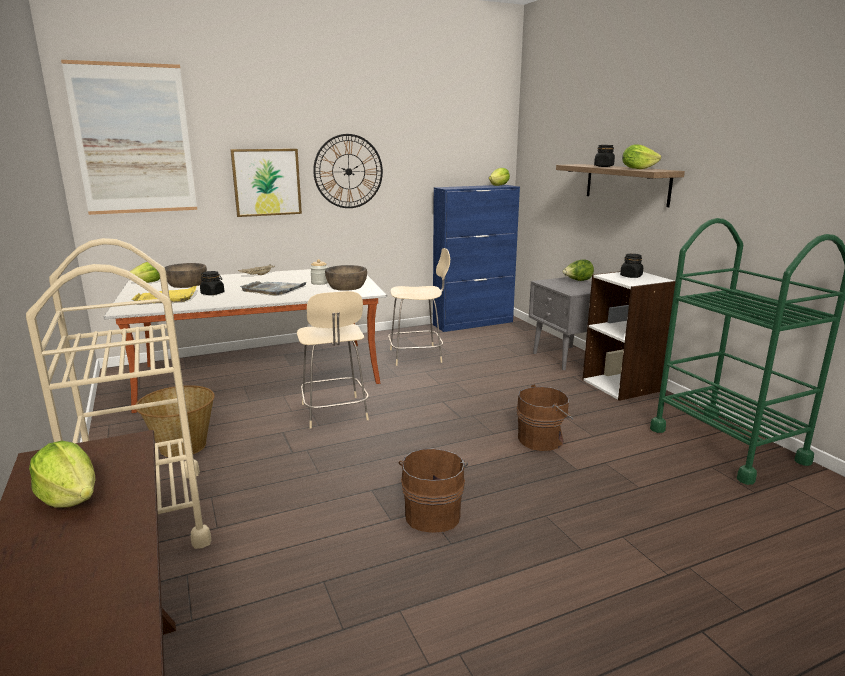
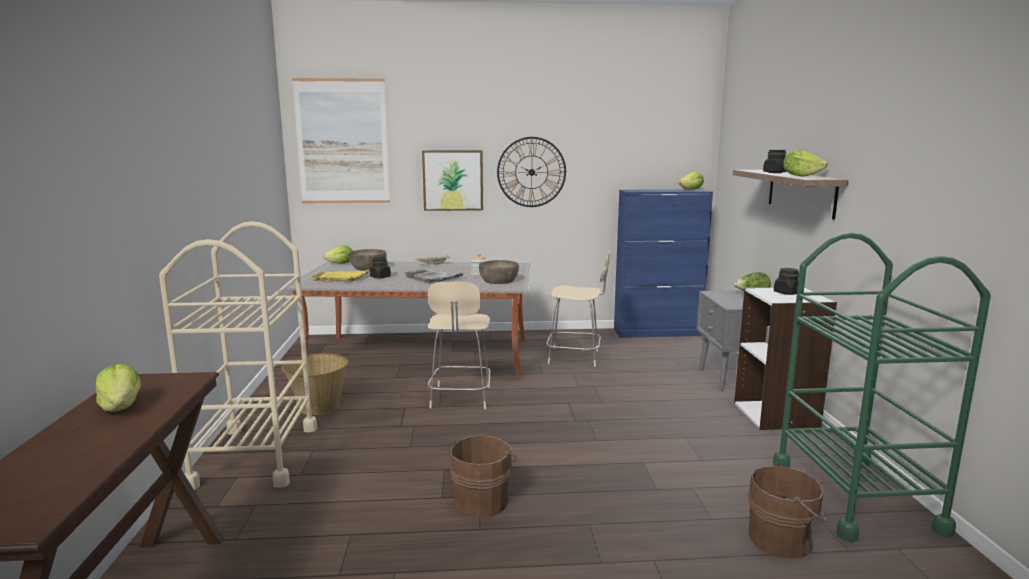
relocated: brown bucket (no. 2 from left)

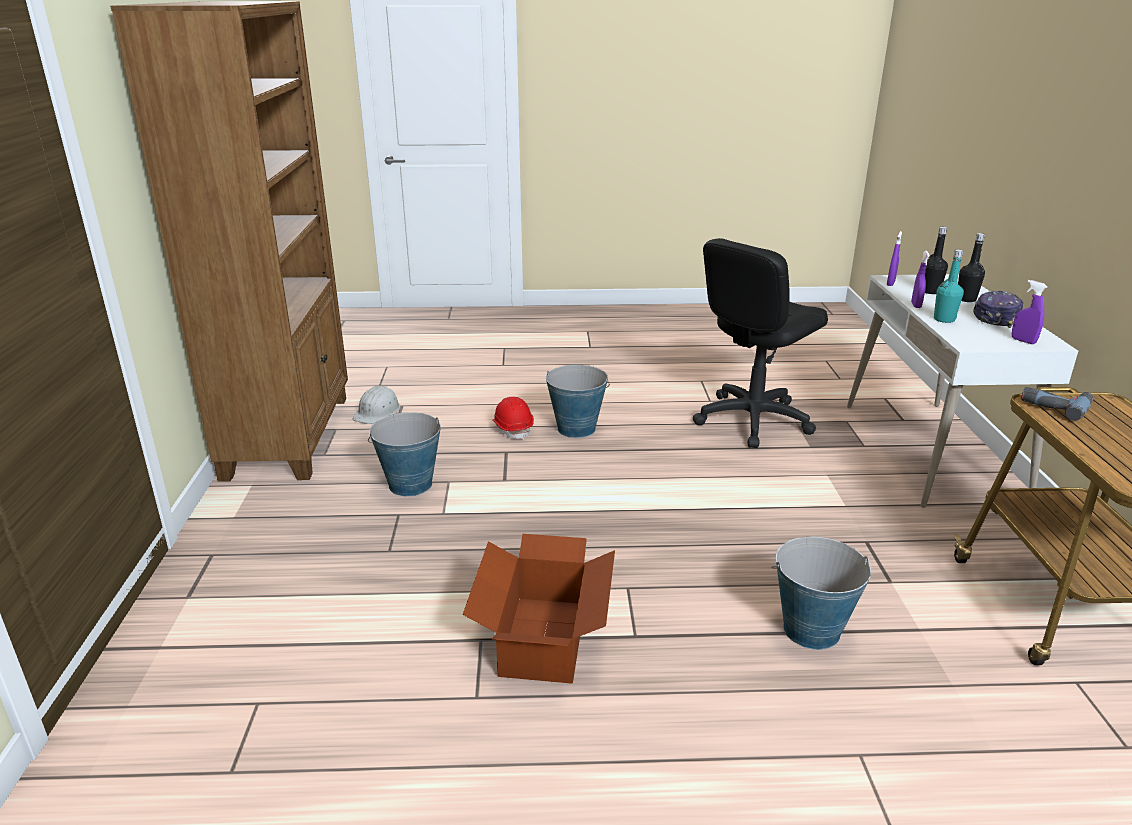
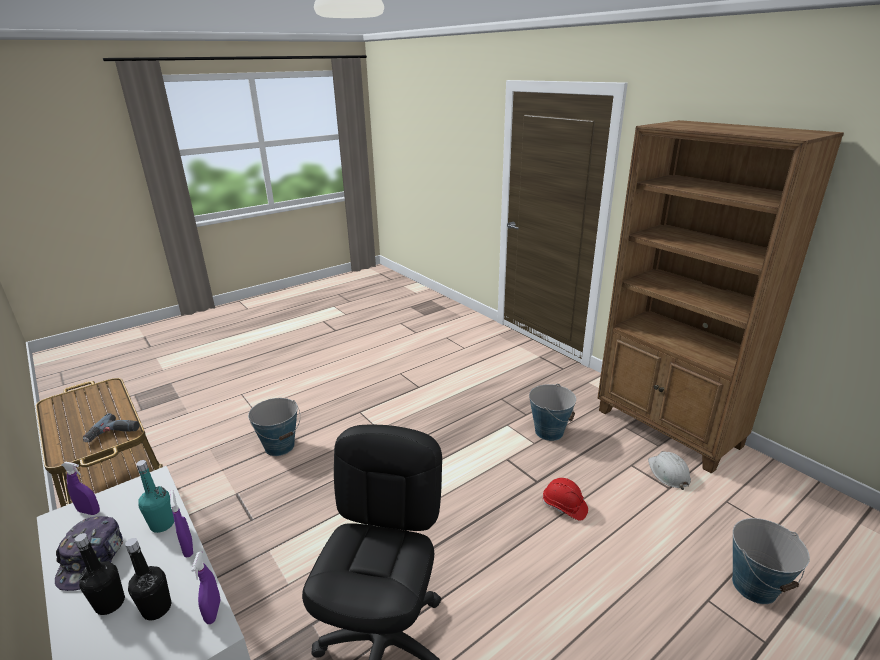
missing: cardboard box
relocated: bucket (no. 2 from left in the first image) to bucket (no. 3 from left)

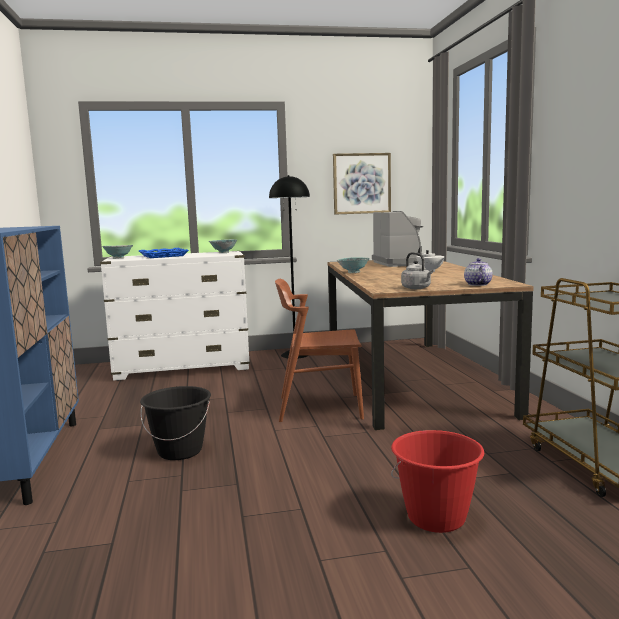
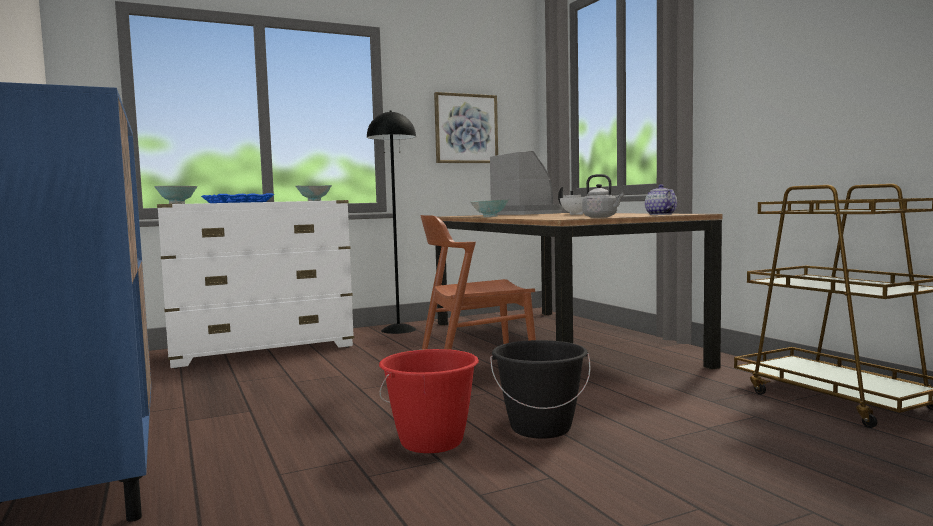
relocated: black bucket; red bucket

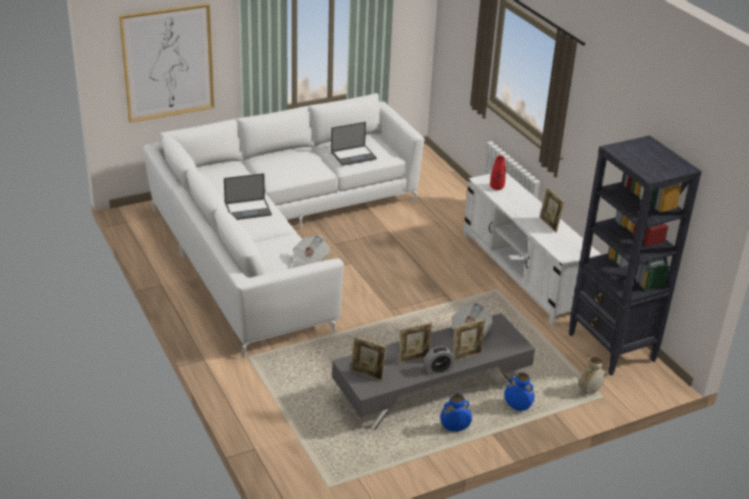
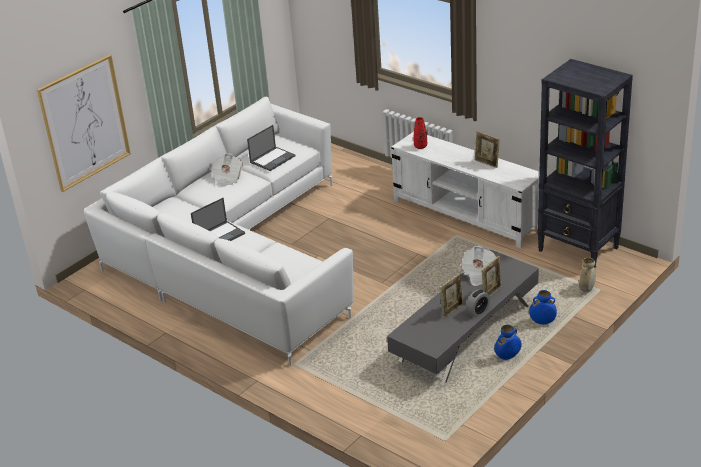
missing: standing frame (no. 1 from left)
relocated: daily paper (no. 1 from left)

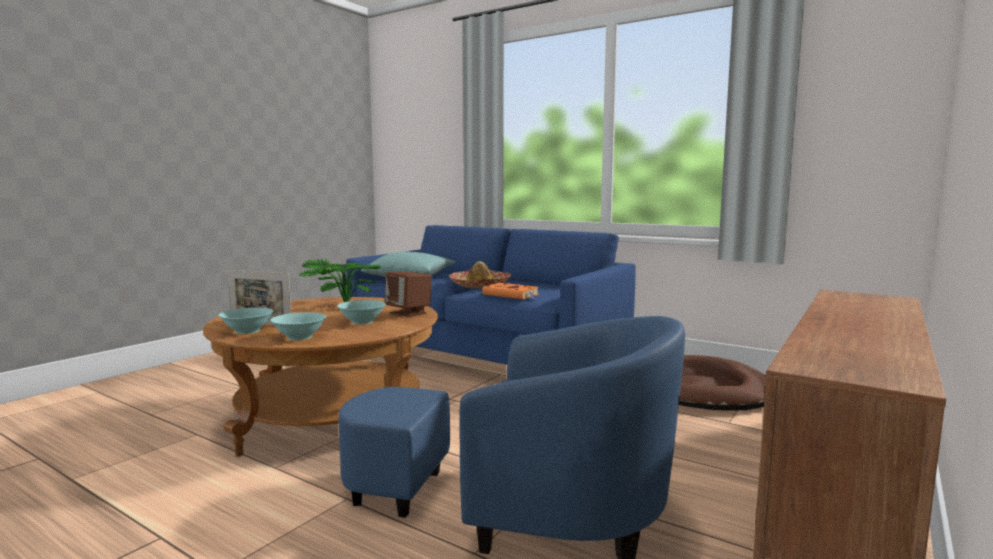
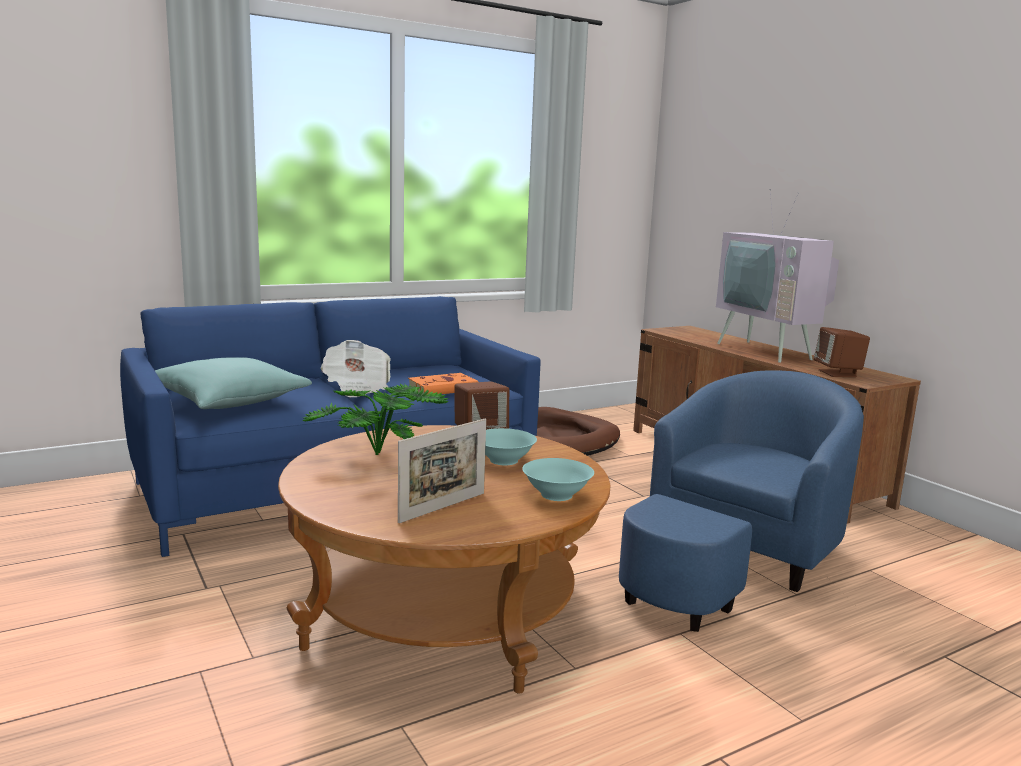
missing: turquoise deep dish (no. 1 from left)
appeared: TV set; brown speaker (no. 2 from left)
exchanged: clothing hat to daily paper

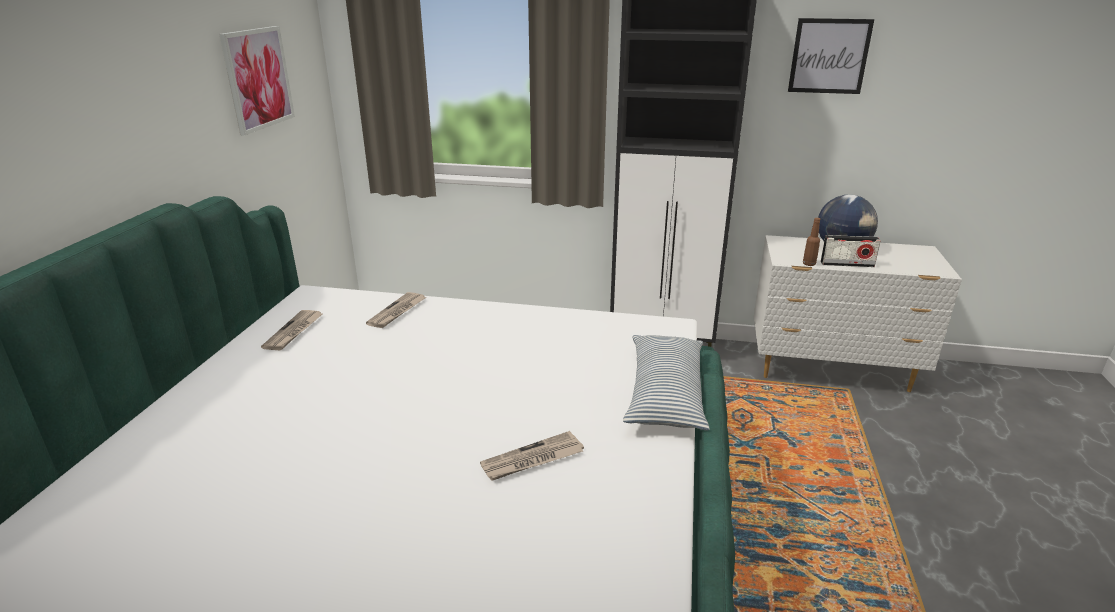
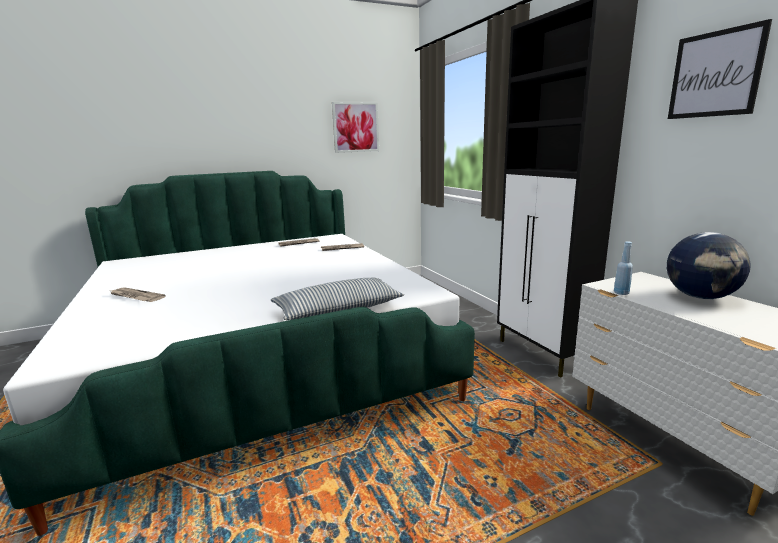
missing: radio receiver
relocated: daily paper (no. 3 from left in the first image) to daily paper (no. 1 from left)
colour: brown beverage bottle to blue beverage bottle

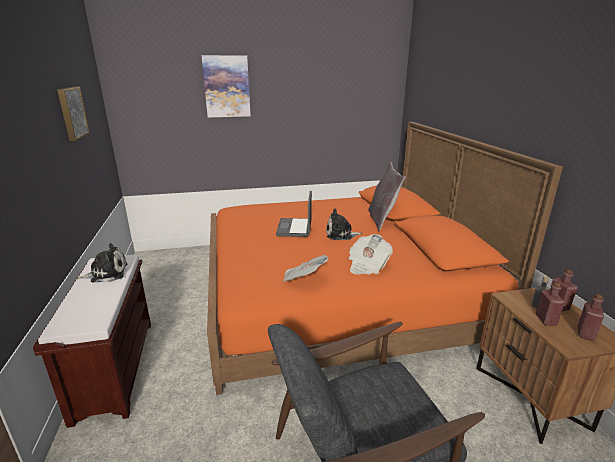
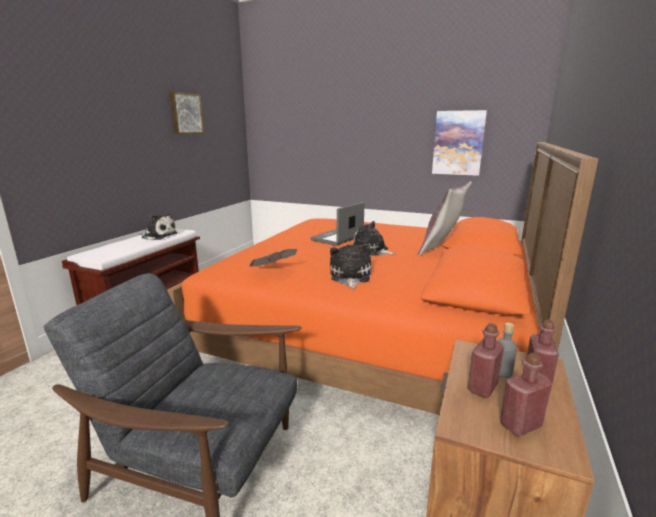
relocated: wall art (no. 2 from left)
exchanged: daily paper (no. 2 from left) to plush toy (no. 2 from left)

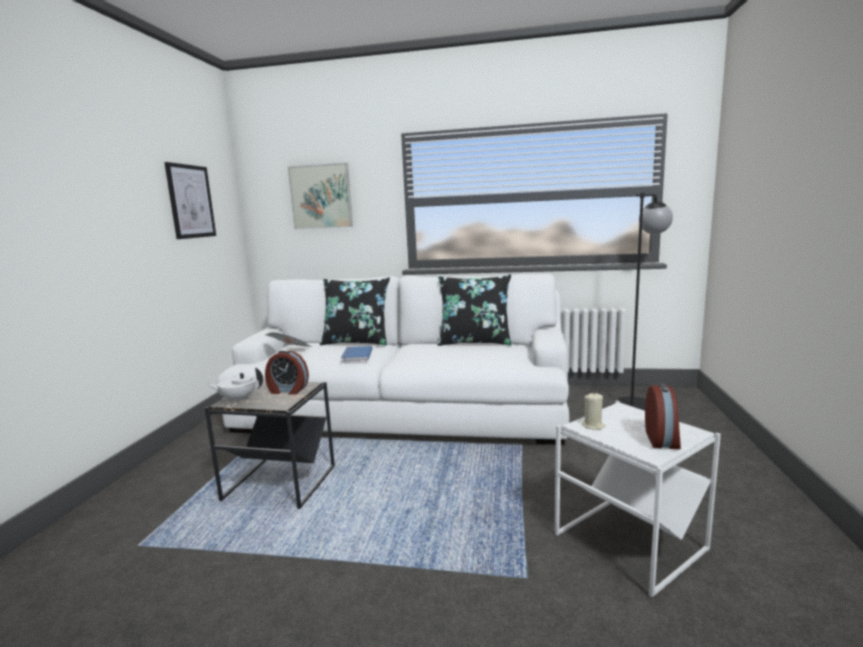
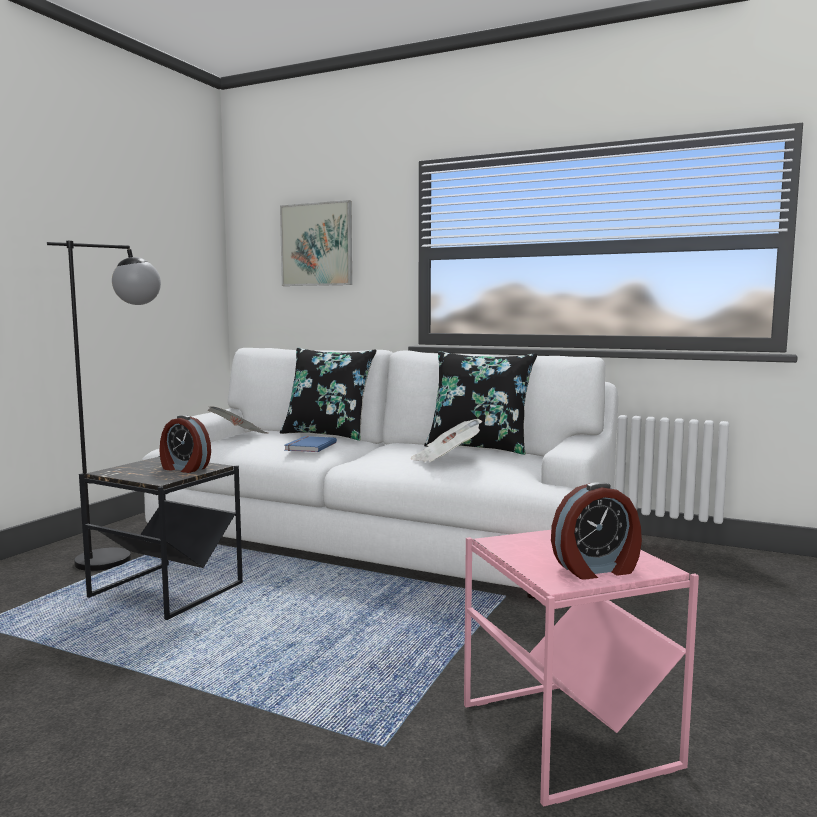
missing: wall art (no. 1 from left); white-coloured pot for tea; beige-coloured wax candle
appeared: daily paper (no. 2 from left)
relocated: black floor lamp
colour: white-coloured accent table to pink-coloured accent table
spun: table clock (no. 2 from left) 45 degrees clockwise

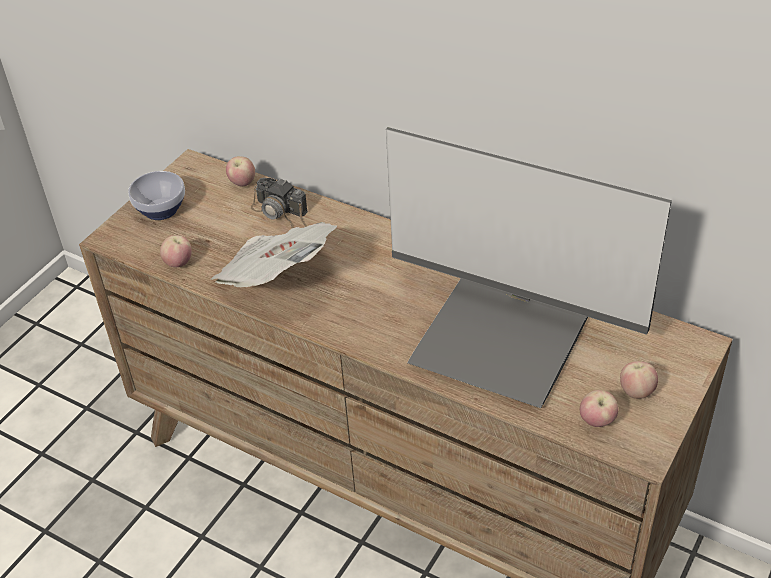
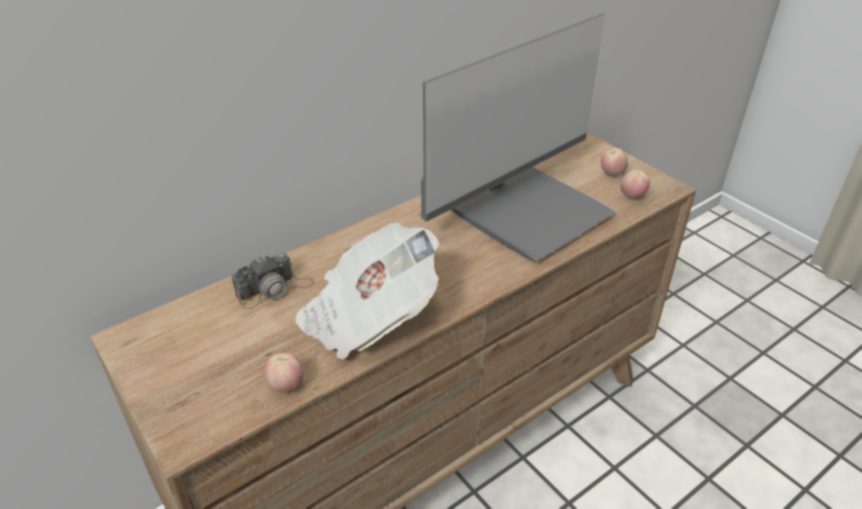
missing: deep dish; apple (no. 2 from left)

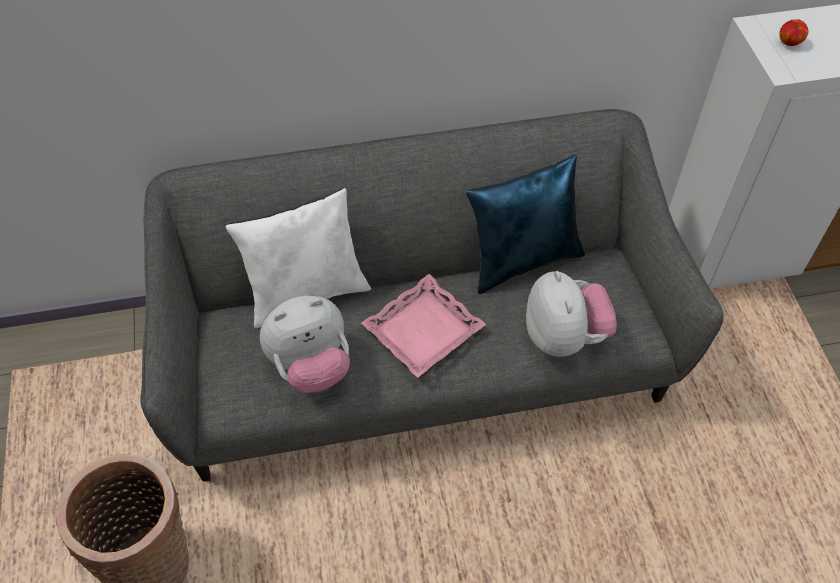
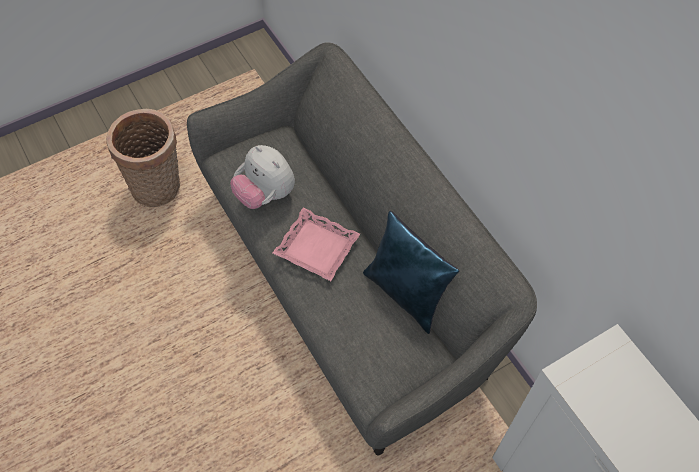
missing: white-coloured throw pillow; plush toy (no. 2 from left); apple

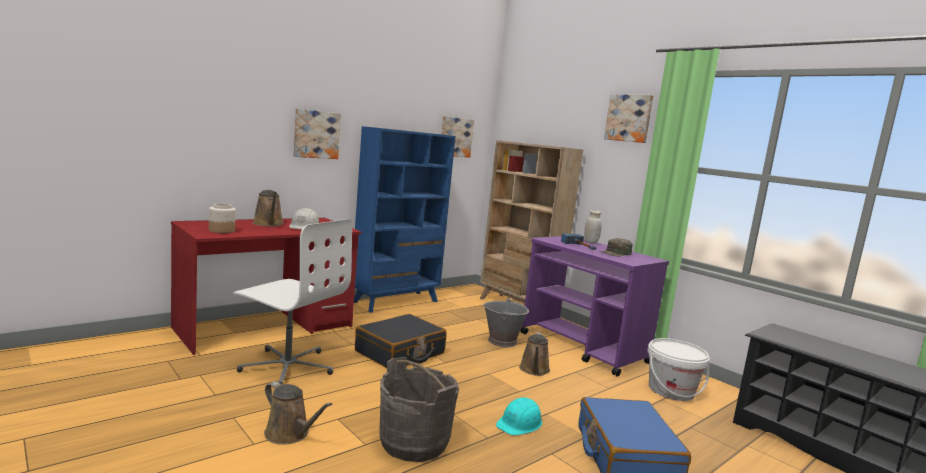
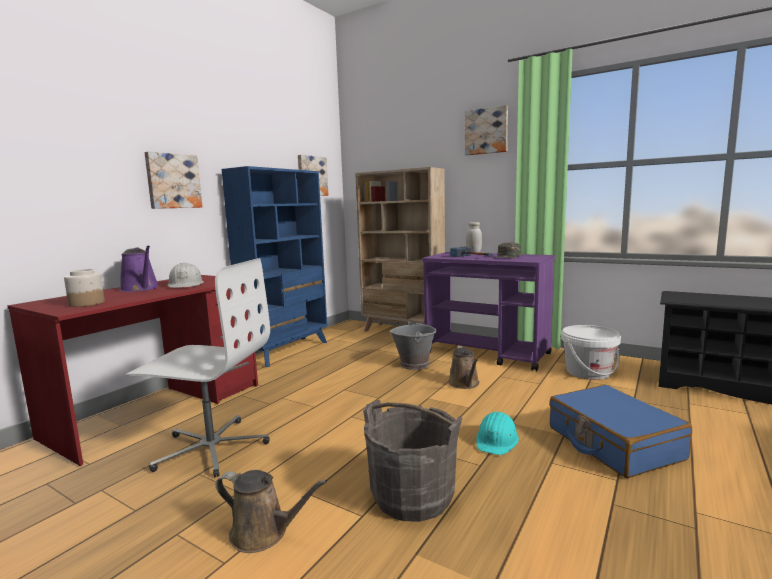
missing: black suitcase
colour: brown watering pot (no. 1 from left) to purple-coloured watering pot

